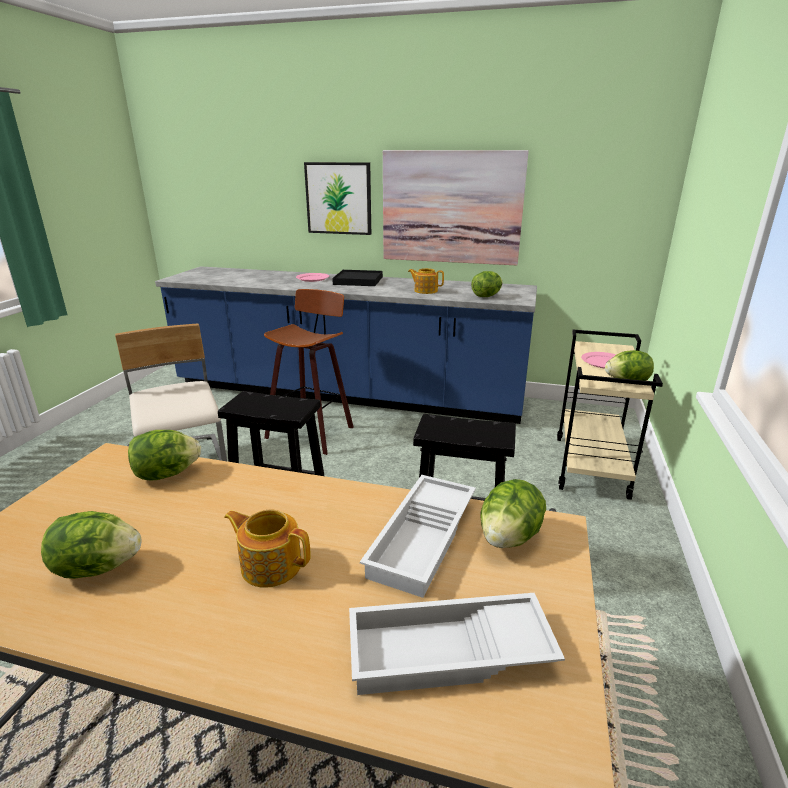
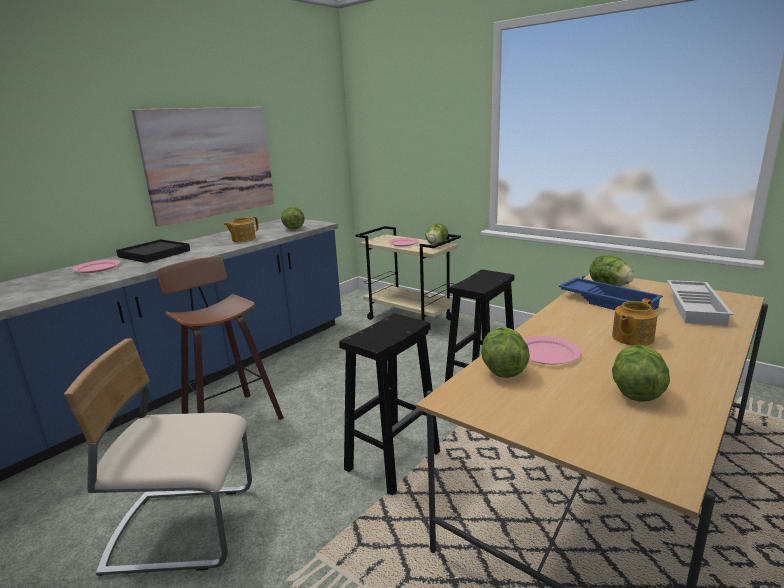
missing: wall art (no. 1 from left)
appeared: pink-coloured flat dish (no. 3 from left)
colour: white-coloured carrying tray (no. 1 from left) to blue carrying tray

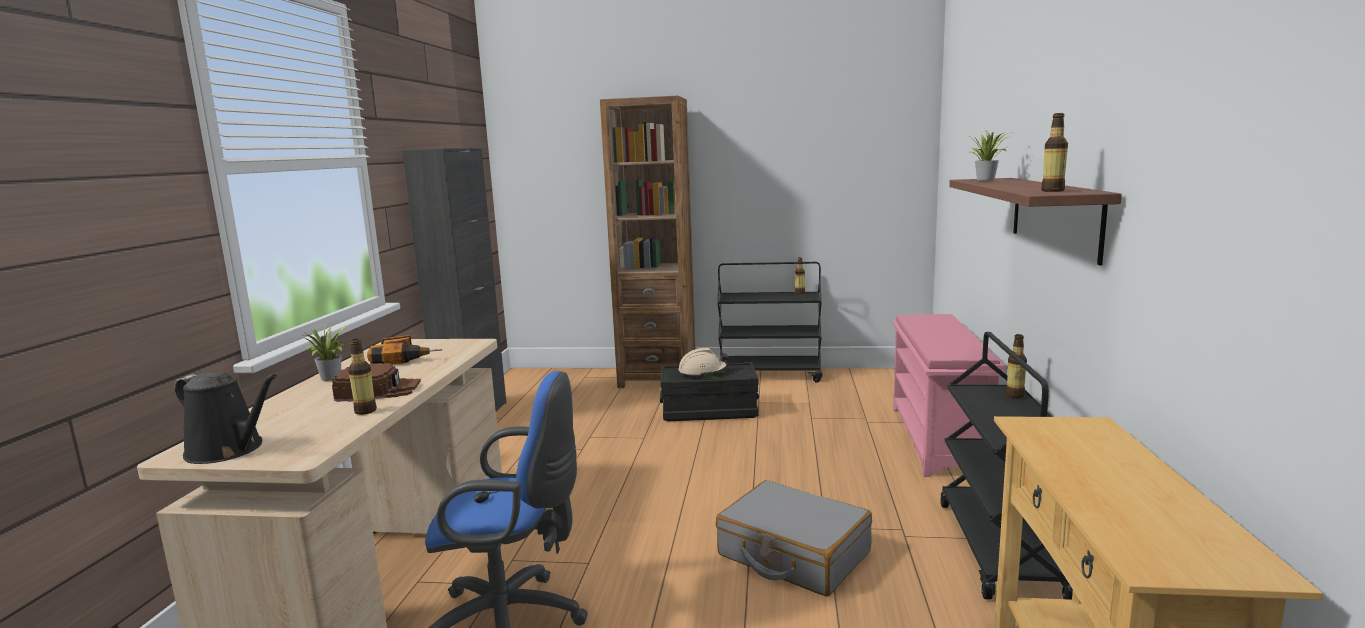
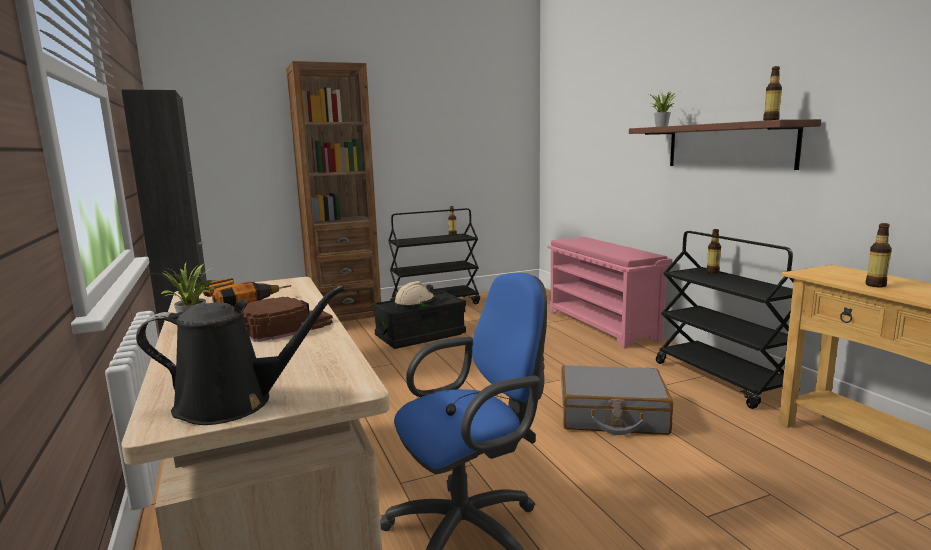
relocated: beverage bottle (no. 1 from left in the first image) to beverage bottle (no. 4 from left)

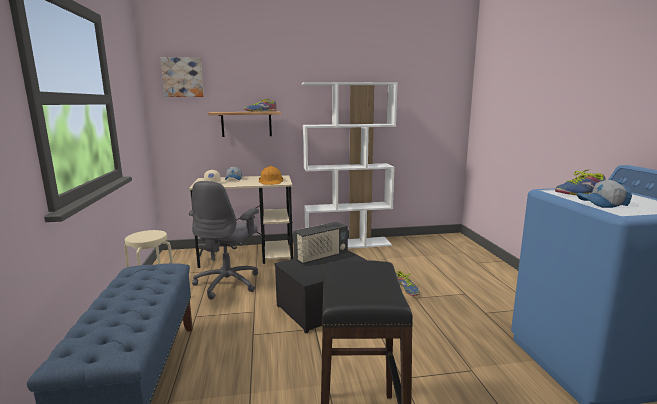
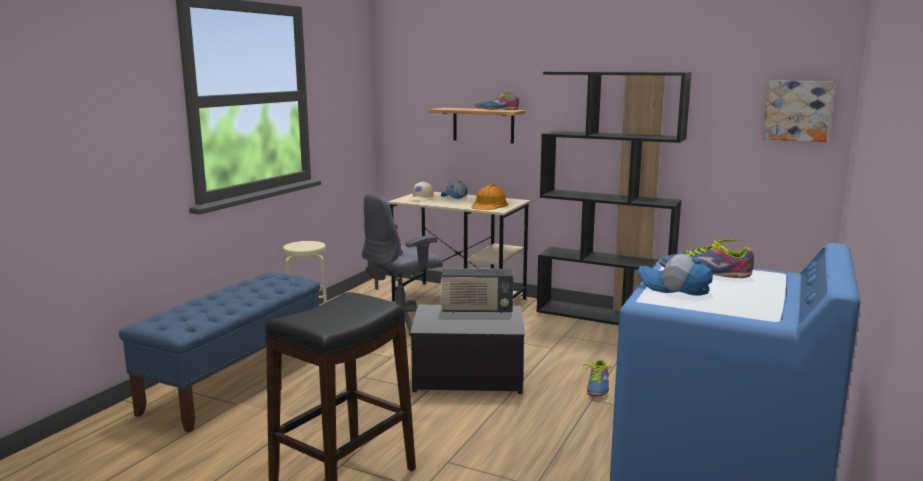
relocated: wall art
colour: white-coloured bookshelf to black bookshelf

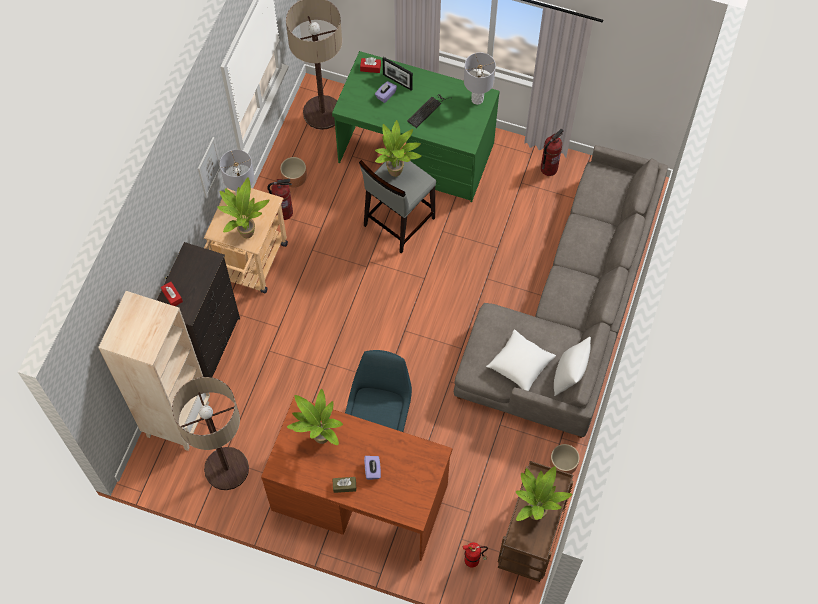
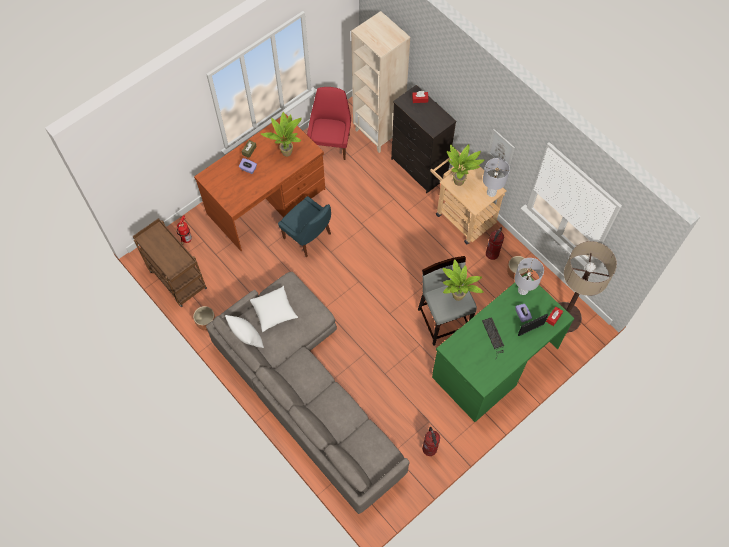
missing: potted plant (no. 4 from left)
relocated: grey lamp for a table (no. 2 from left)
exchanged: floor lamp (no. 1 from left) to red chair

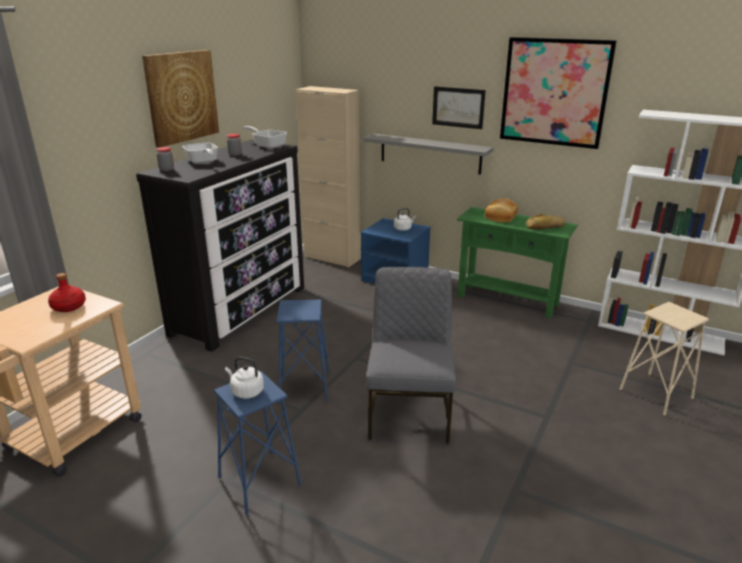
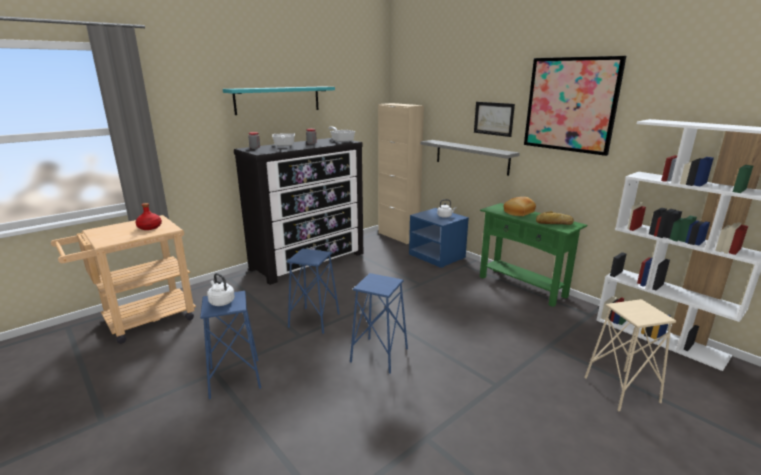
exchanged: wall art (no. 1 from left) to turquoise wall shelf; grey chair to blue sitting stool (no. 3 from left)

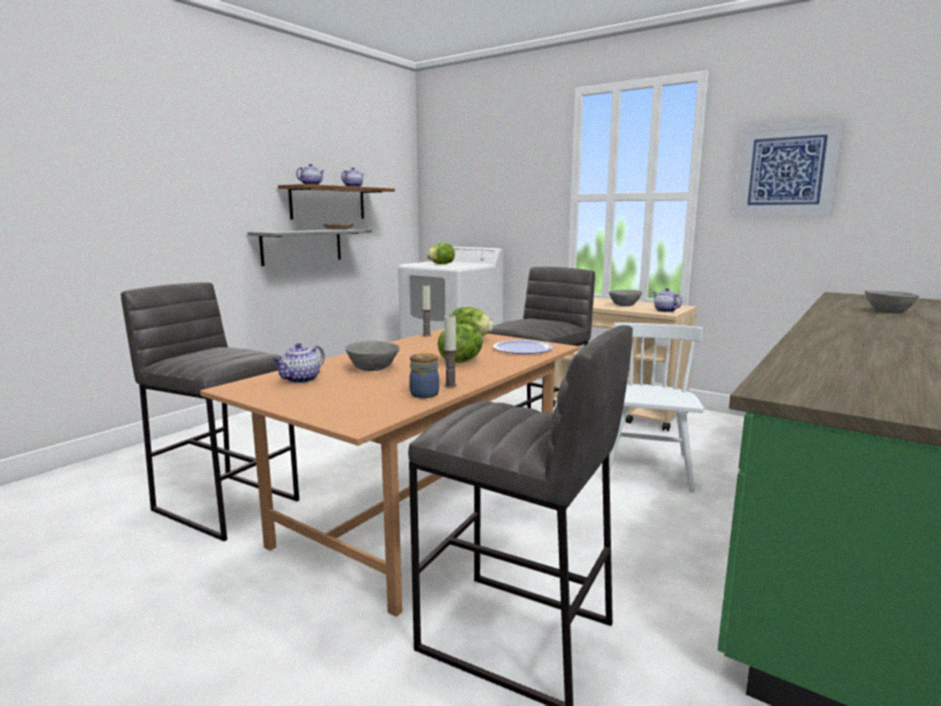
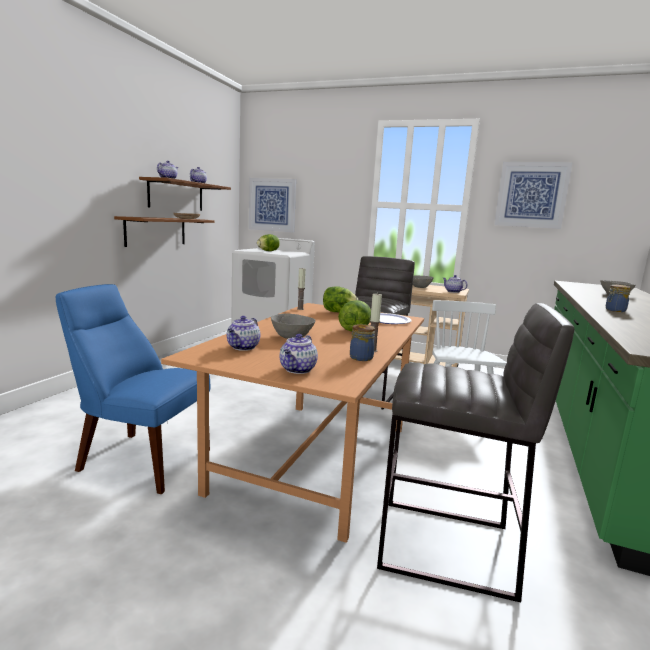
appeared: wall art (no. 1 from left); pot for tea (no. 4 from left); storage jar (no. 2 from left)
exchanged: grey sitting stool (no. 1 from left) to blue chair
colour: grey wall shelf to brown wall shelf (no. 1 from left)

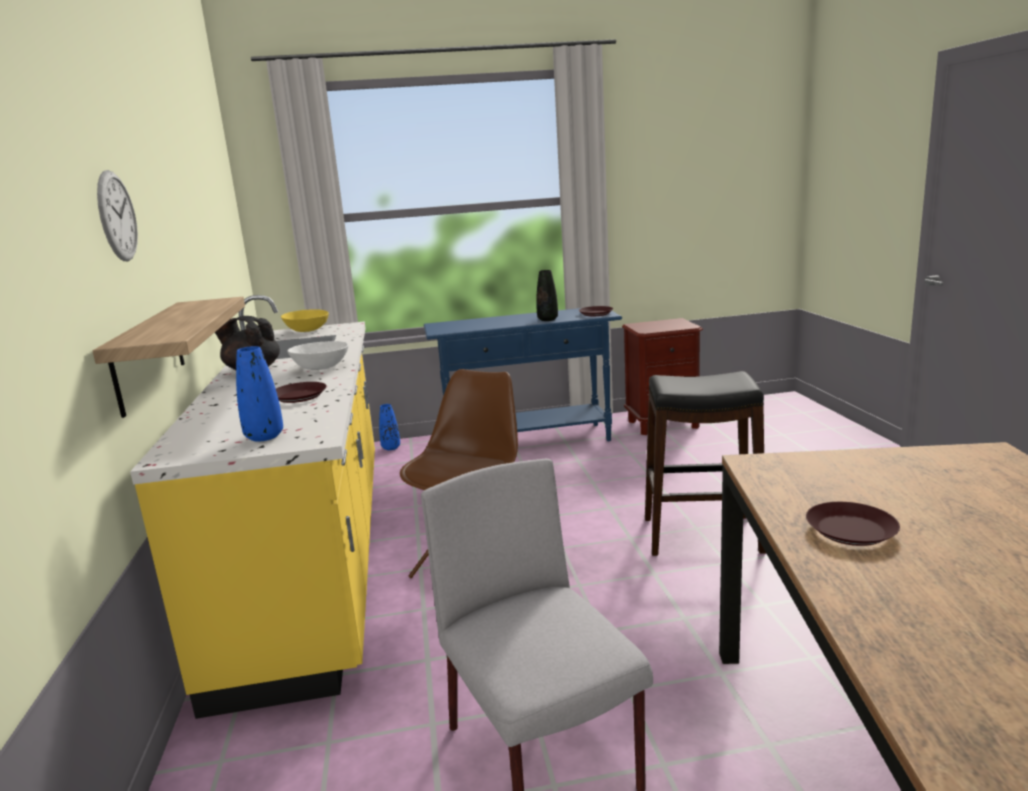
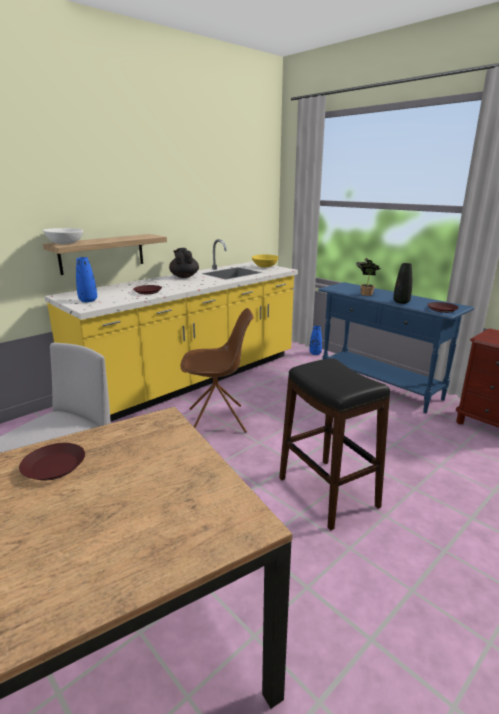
missing: wall clock
appeared: potted plant
relocated: white-coloured deep dish

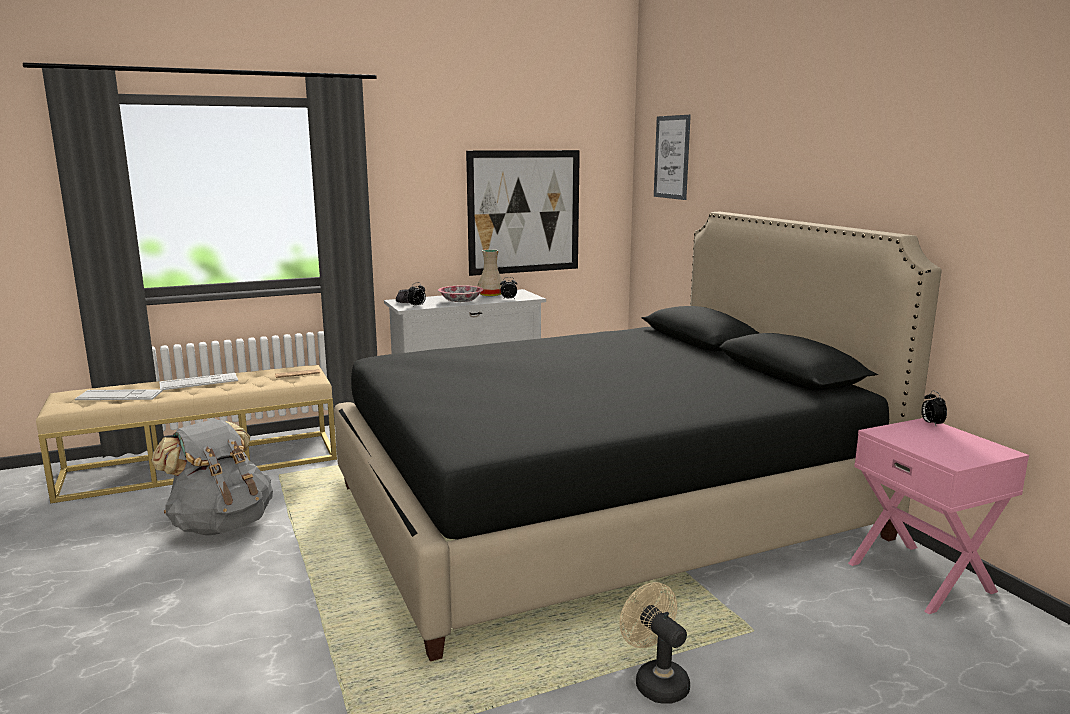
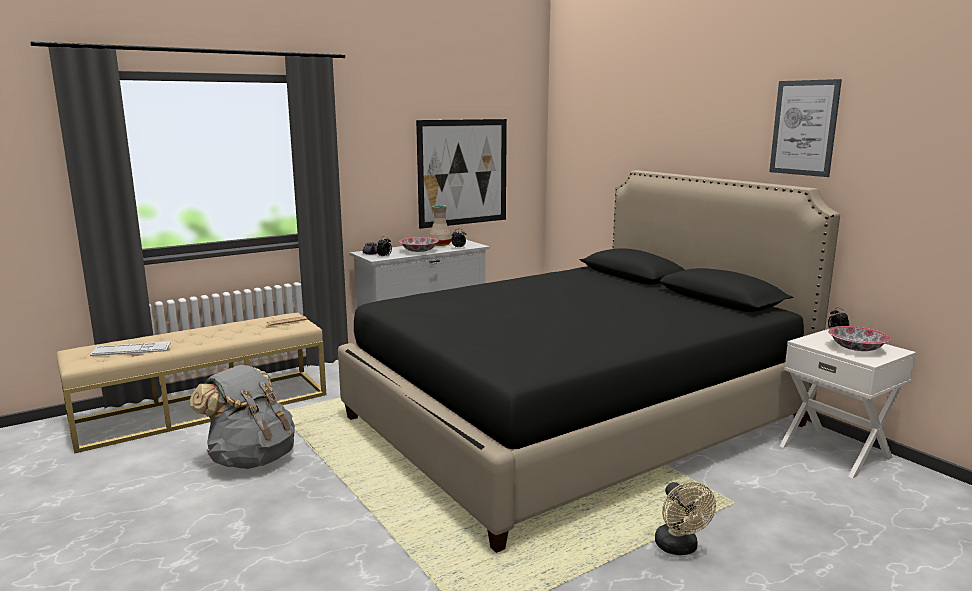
missing: PC keyboard (no. 2 from left)
appeared: deep dish (no. 2 from left)
relocated: wall art (no. 2 from left)
colour: pink-coloured night table to white-coloured night table
spun: beige-coloured fan 150 degrees counterclockwise

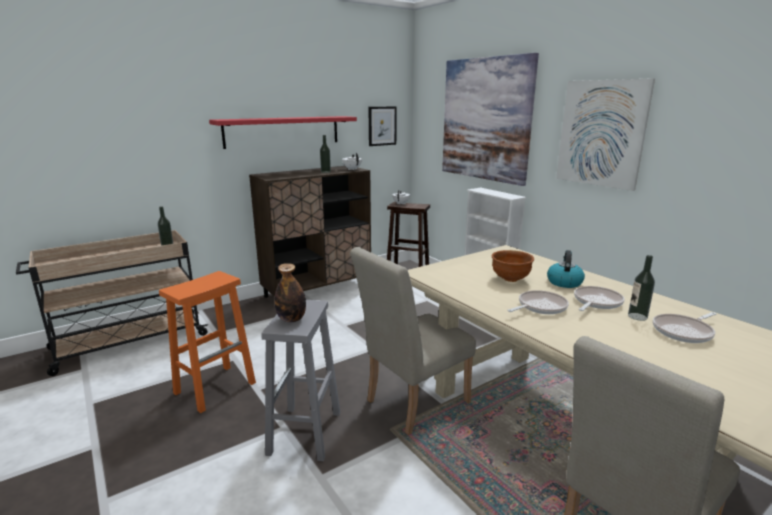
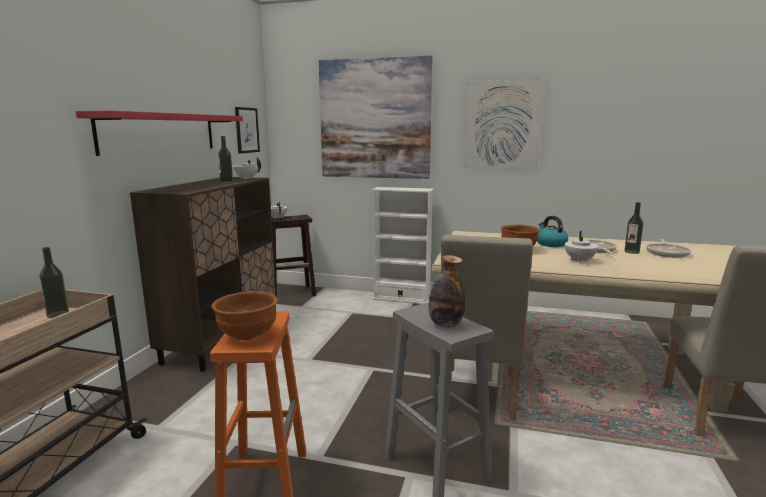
appeared: brown deep dish (no. 1 from left)
exchanged: pan (no. 1 from left) to white-coloured pot for tea (no. 3 from left)

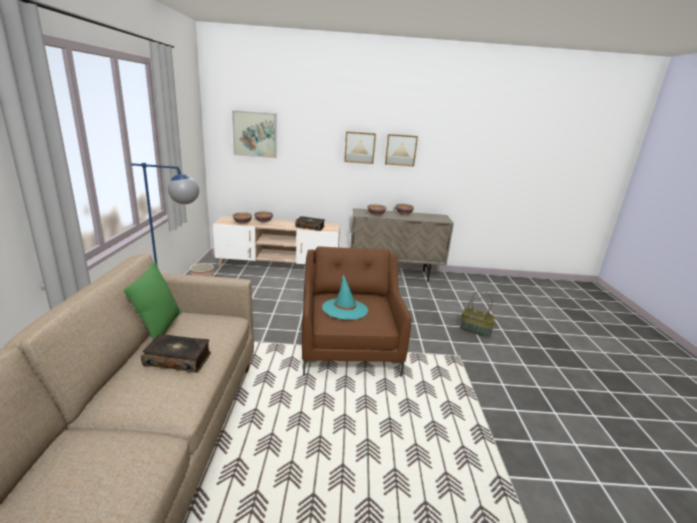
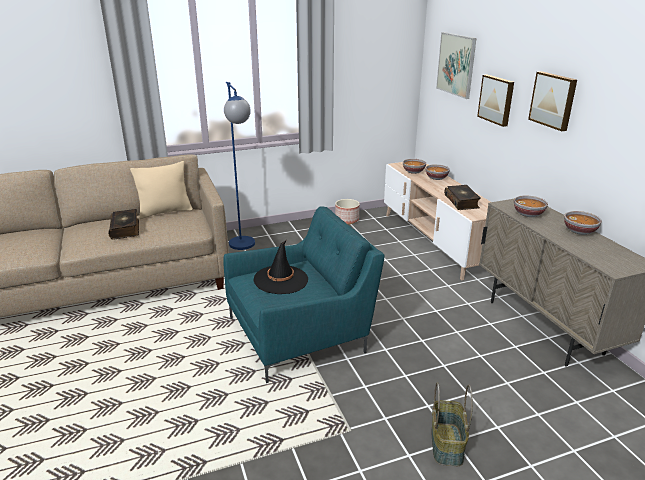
relocated: wall art (no. 3 from left in the first image) to wall art (no. 2 from left)
colour: green-coloured throw pillow to beige-coloured throw pillow; brown easy chair to turquoise easy chair; turquoise clothing hat to black clothing hat

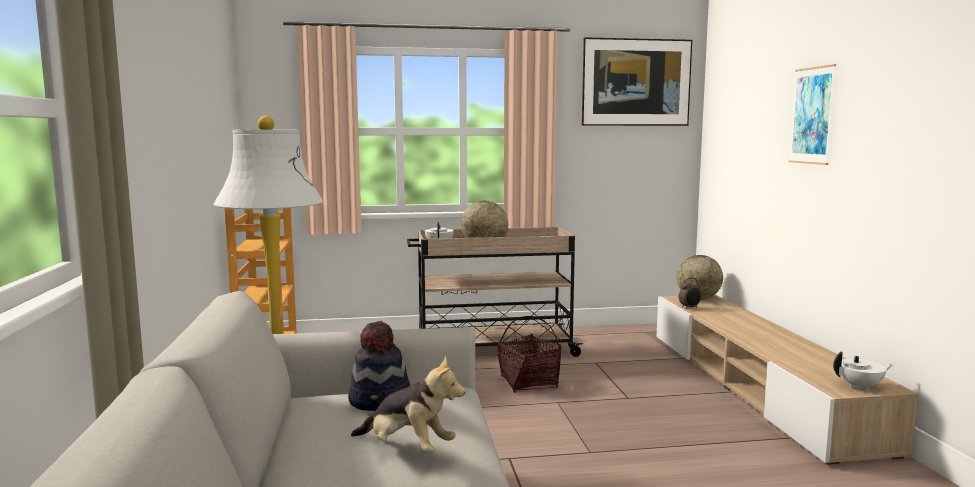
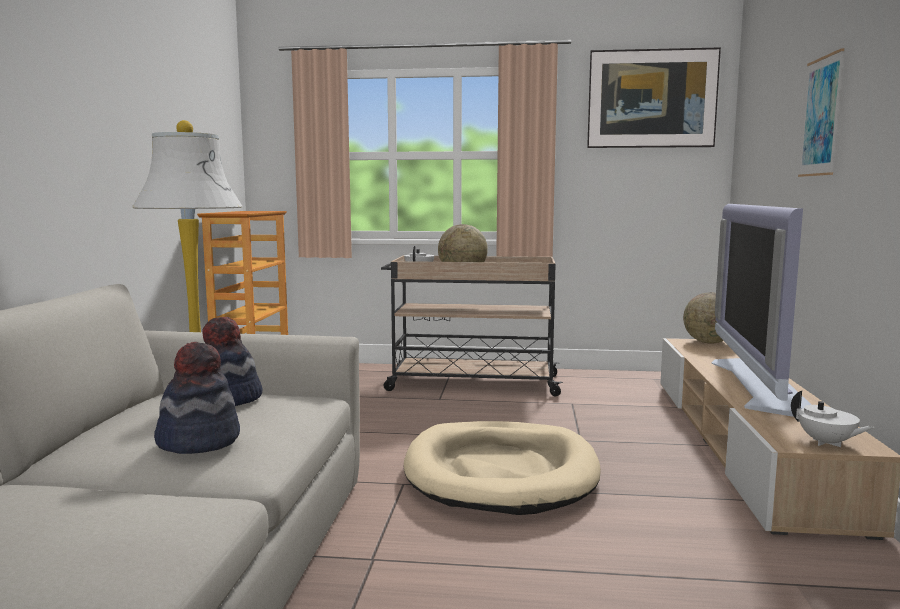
missing: storage basket; table clock
appeared: beige-coloured pet bed; TV set
exchanged: plush toy to clothing hat (no. 1 from left)
spun: white-coloured pot for tea (no. 2 from left) 45 degrees clockwise

